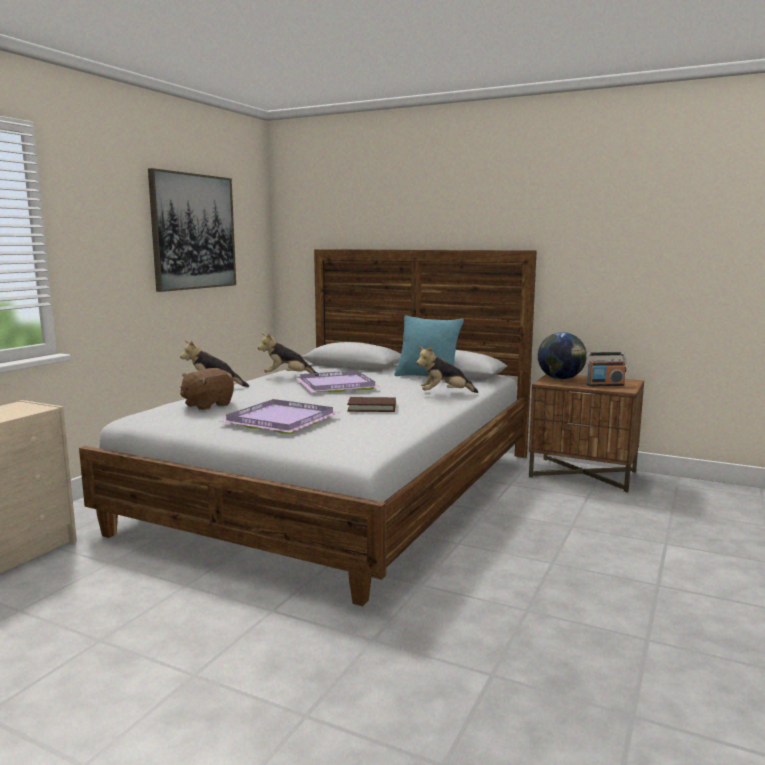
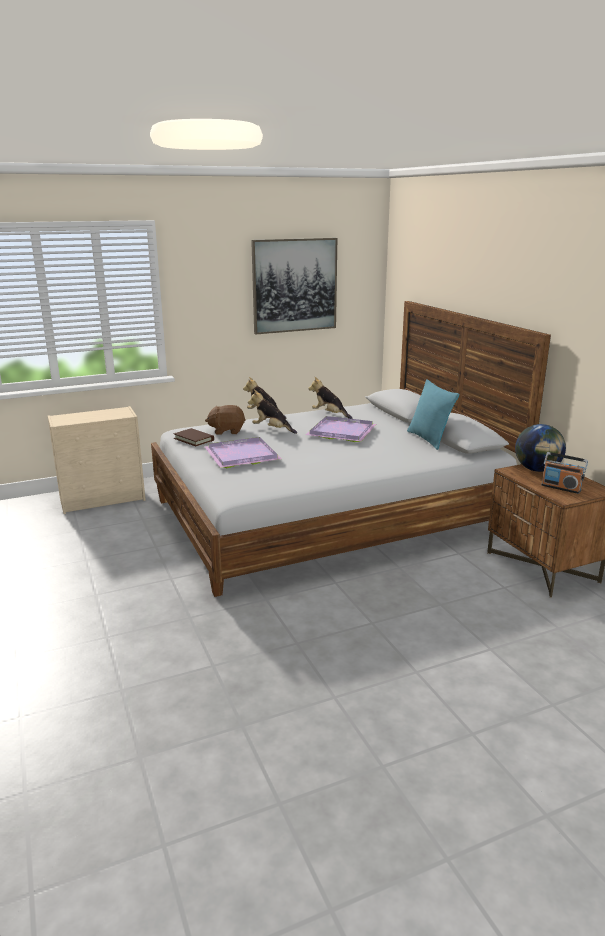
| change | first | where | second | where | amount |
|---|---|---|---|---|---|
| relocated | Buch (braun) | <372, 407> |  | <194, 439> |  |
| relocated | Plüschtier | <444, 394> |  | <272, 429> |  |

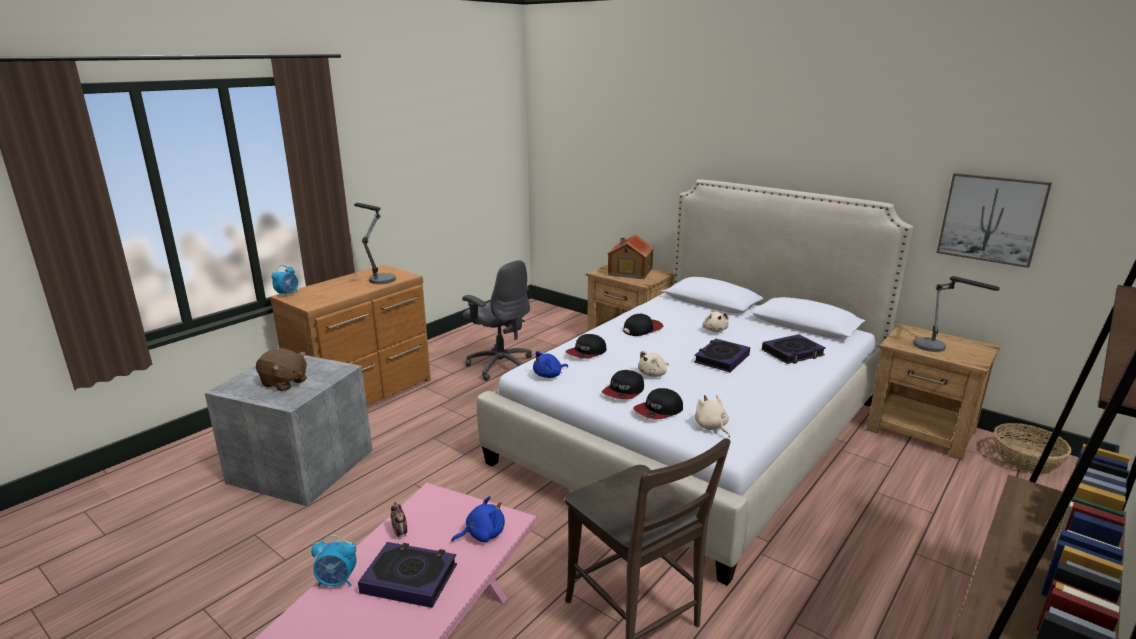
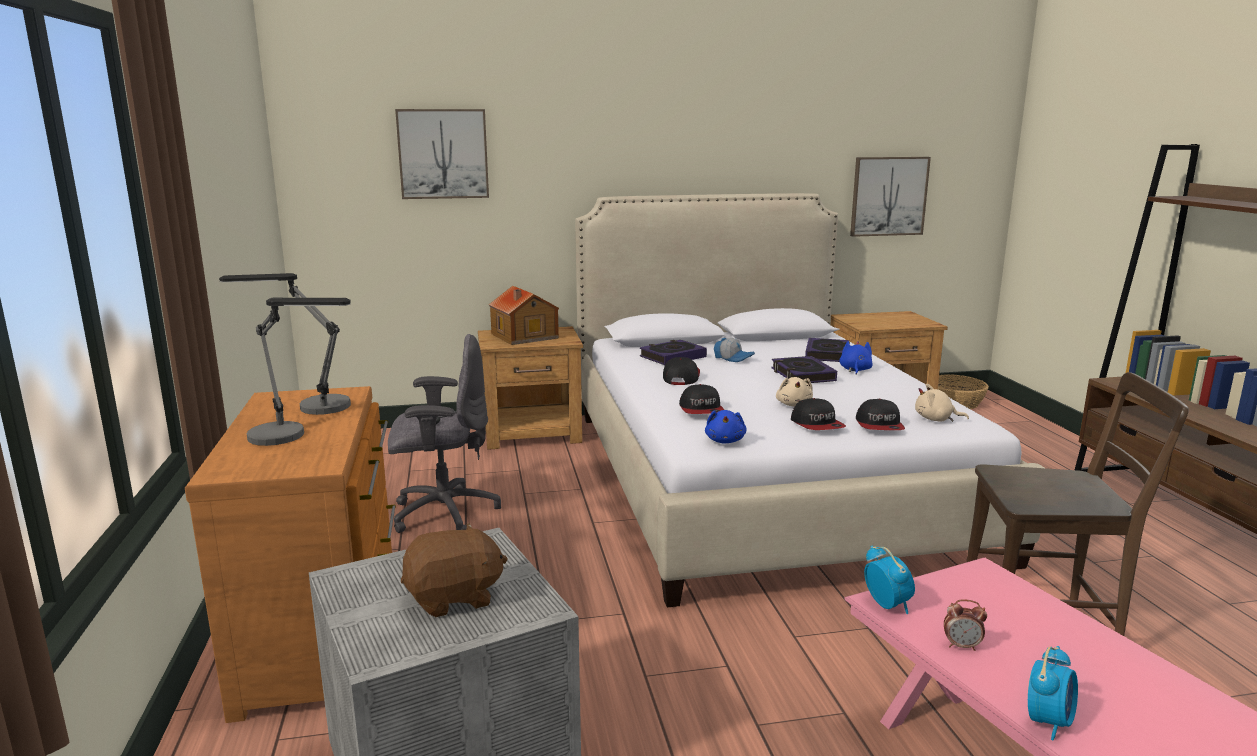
| change | first | where | second | where | amount |
|---|---|---|---|---|---|
| appeared |  |  | Bild | <443, 154> |  |
| relocated | Wecker | <287, 294> |  | <887, 605> |  |
| relocated | Buch | <409, 579> |  | <672, 357> |  |
| relocated | Plüschtier (blau) | <482, 534> |  | <855, 370> |  |
| relocated | Tischlampe | <937, 349> |  | <291, 437> |  |
| exchanged | Plüschtier (beige) | <714, 330> | Kappe | <733, 358> |  |

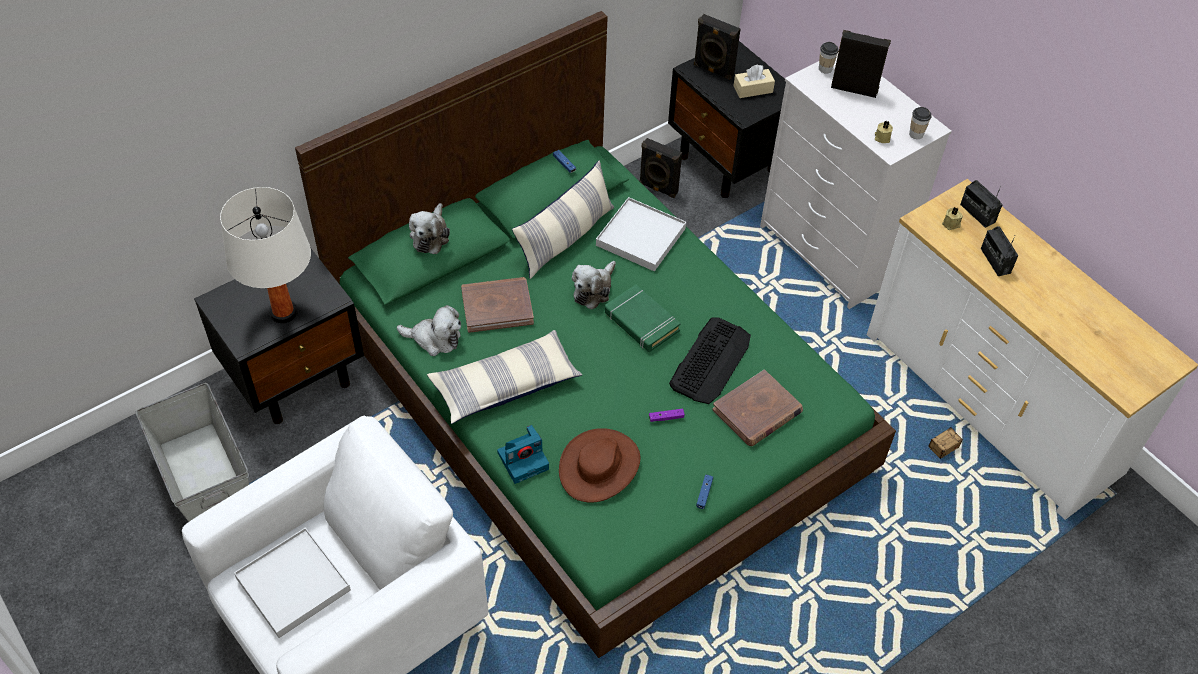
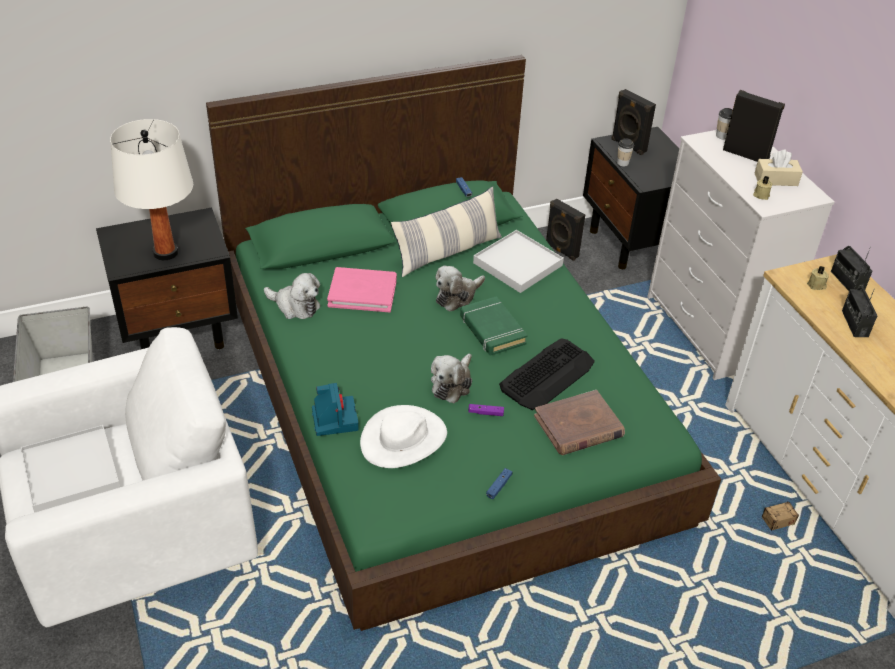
| change | first | where | second | where | amount |
|---|---|---|---|---|---|
| missing | Kissen | <505, 385> |  |  |  |
| relocated | Plüschtier | <430, 236> |  | <452, 384> |  |
| relocated | Taschentuchbox (beige) | <753, 89> |  | <776, 179> |  |
| relocated | Tasse | <916, 134> |  | <622, 163> |  |
| colour | Buch (braun) | <497, 307> | Buch (rosa) | <362, 292> |  |
| colour | Hut (braun) | <599, 466> | Hut (weiß) | <404, 439> |  |
| spun | Kamera | <524, 460> |  | <334, 418> | 90 degrees counterclockwise |

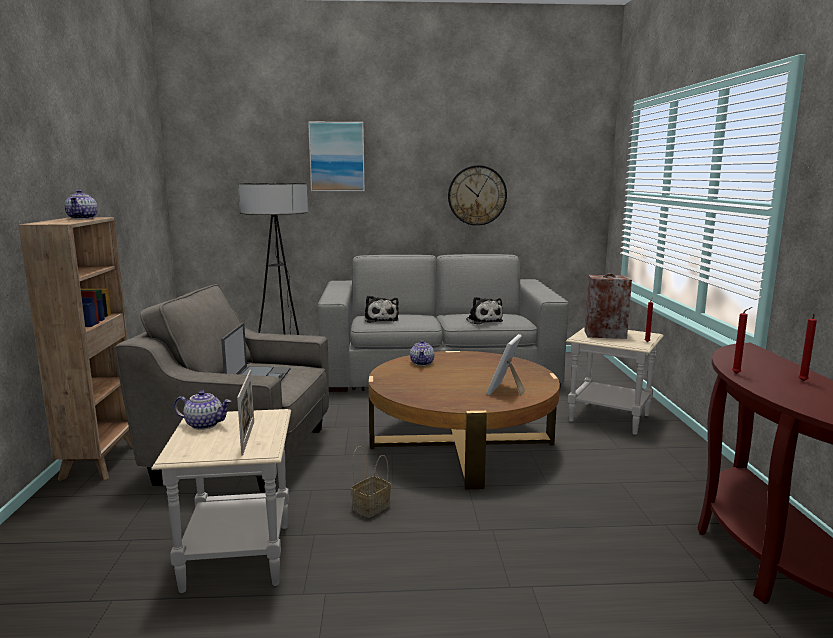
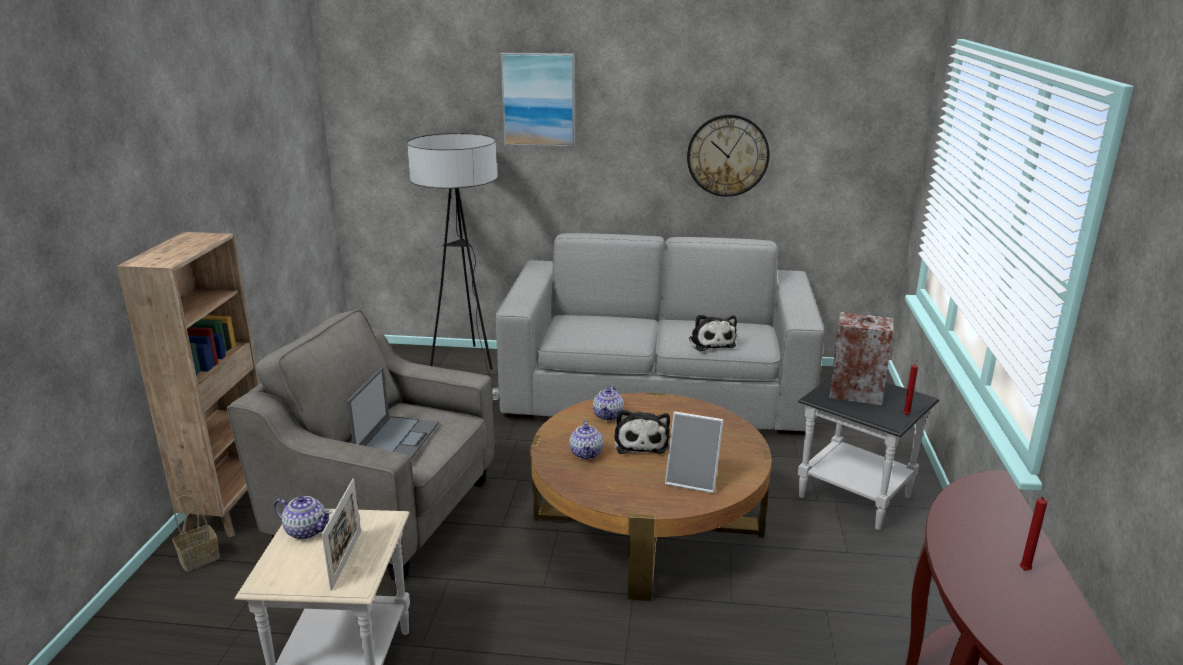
| change | first | where | second | where | amount |
|---|---|---|---|---|---|
| missing | Kerze (rot) | <737, 374> |  |  |  |
| relocated | Teekanne | <83, 218> |  | <586, 453> |  |
| relocated | Korb | <371, 507> |  | <200, 558> |  |
| relocated | Plüschtier | <381, 319> |  | <641, 442> |  |
| colour | Beistelltisch (beige) | <610, 418> | Beistelltisch (schwarz) | <855, 496> |  |
| spun | Bilderrahmen | <505, 391> |  | <693, 480> | 105 degrees counterclockwise |

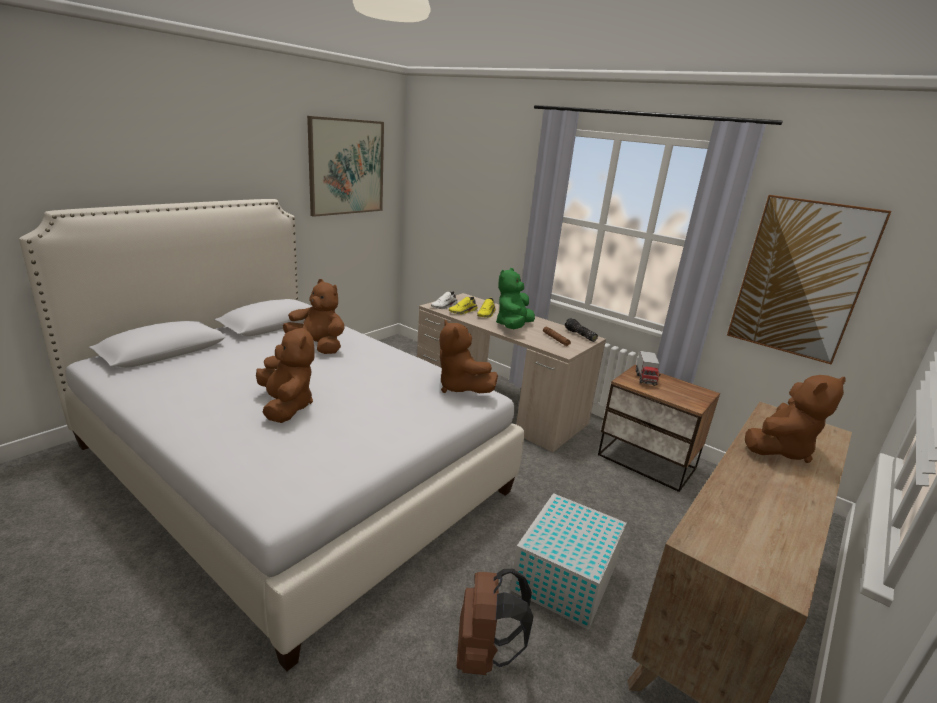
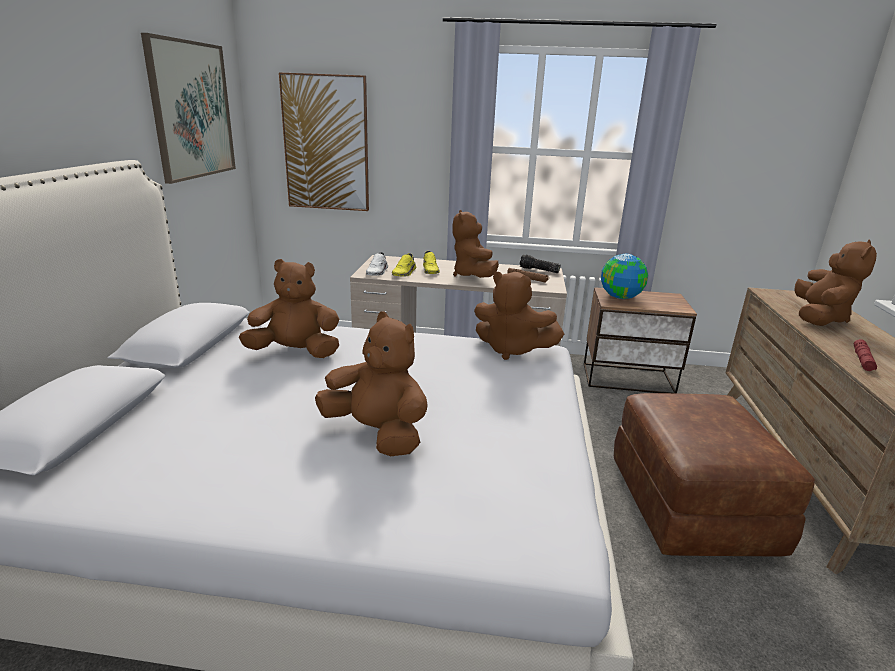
| change | first | where | second | where | amount |
|---|---|---|---|---|---|
| missing | Rucksack (braun) | <484, 653> |  |  |  |
| appeared |  |  | Taschenlampe (rot) | <862, 360> |  |
| relocated | Bild | <801, 279> |  | <326, 144> |  |
| exchanged | Aufbewahrungsbox (weiß) | <564, 578> | Polsterhocker (braun) | <692, 507> |  |
| exchanged | Spielzeuglaster | <645, 379> | Globus | <620, 297> |  |
| colour | Plüschtier (grün) | <513, 326> | Plüschtier (braun) | <473, 276> |  |

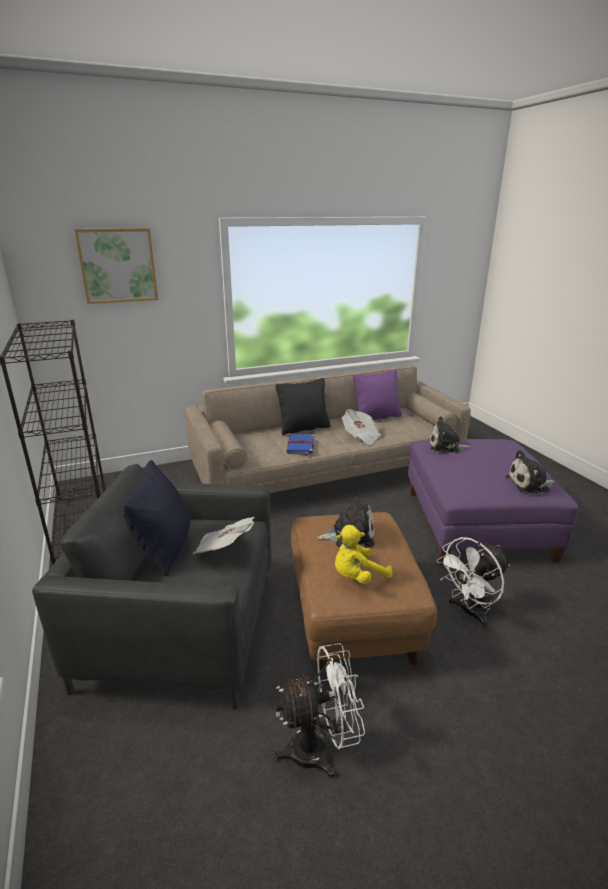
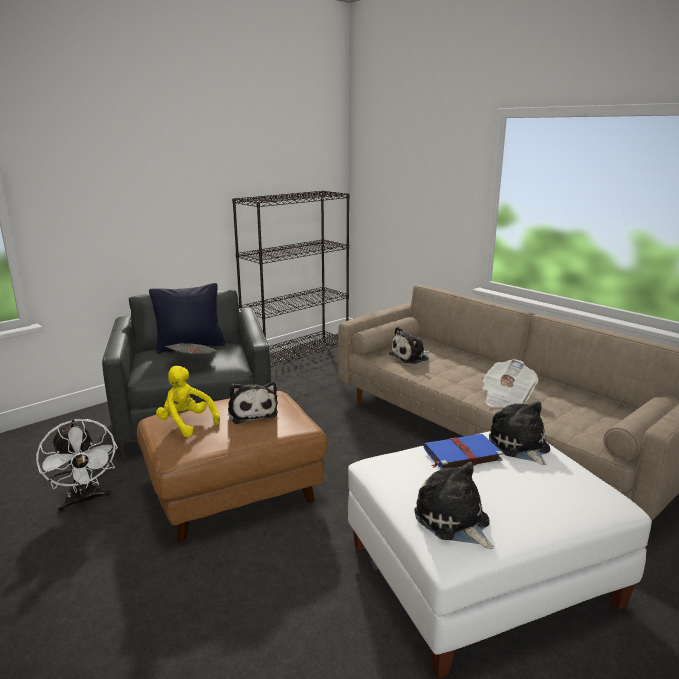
| change | first | where | second | where | amount |
|---|---|---|---|---|---|
| missing | Bild | <118, 265> |  |  |  |
| missing | Kissen (schwarz) | <303, 428> |  |  |  |
| missing | Kissen (lila) | <376, 417> |  |  |  |
| missing | Ventilator (weiß) | <469, 613> |  |  |  |
| appeared |  |  | Plüschtier | <411, 357> |  |
| relocated | Buch (blau) | <300, 446> |  | <461, 454> |  |
| colour | Polsterhocker (lila) | <476, 524> | Polsterhocker (weiß) | <481, 573> |  |

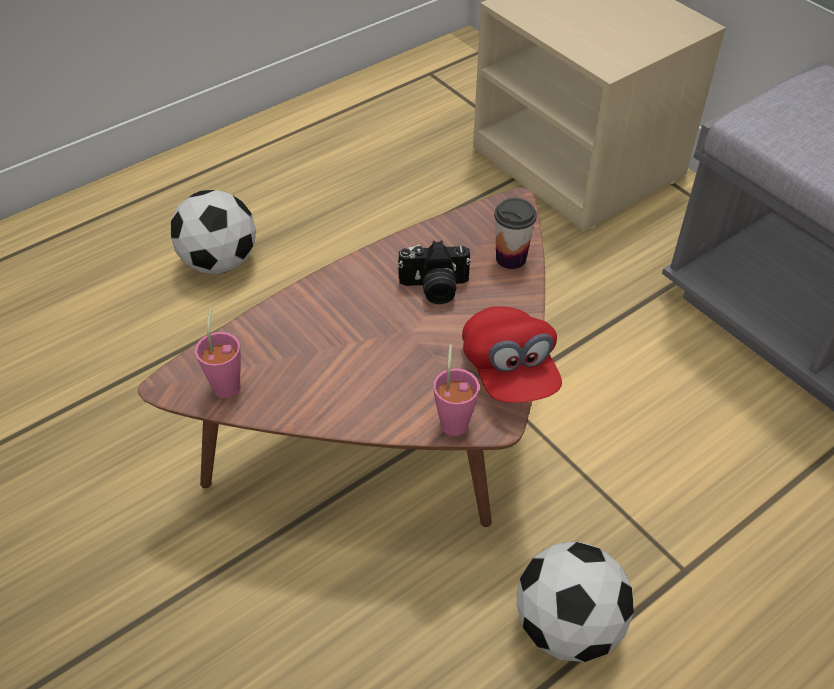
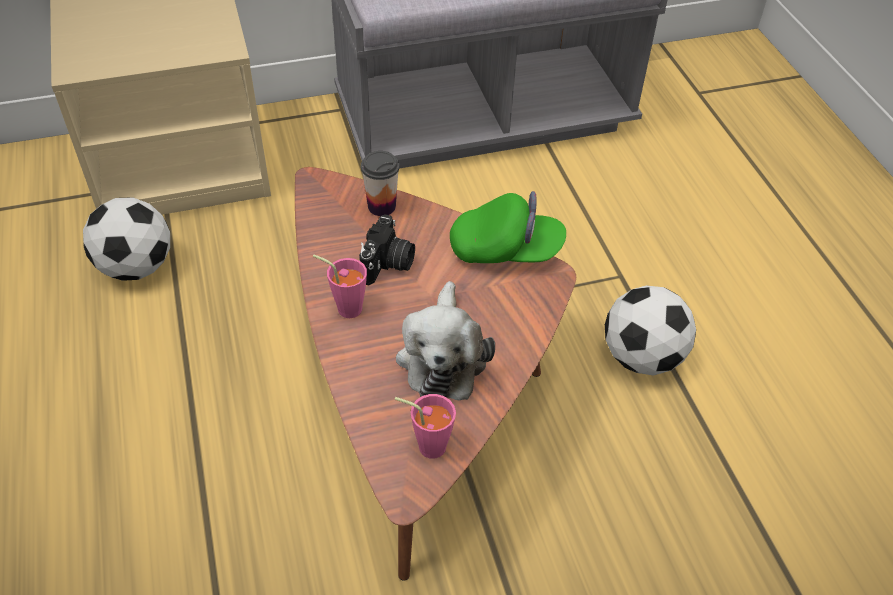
| change | first | where | second | where | amount |
|---|---|---|---|---|---|
| appeared |  |  | Plüschtier | <442, 356> |  |
| relocated | Fußball | <219, 262> |  | <136, 267> |  |
| relocated | Tasse (rosa) | <454, 419> |  | <344, 307> |  |
| colour | Kappe (rot) | <509, 371> | Kappe (grün) | <505, 250> |  |

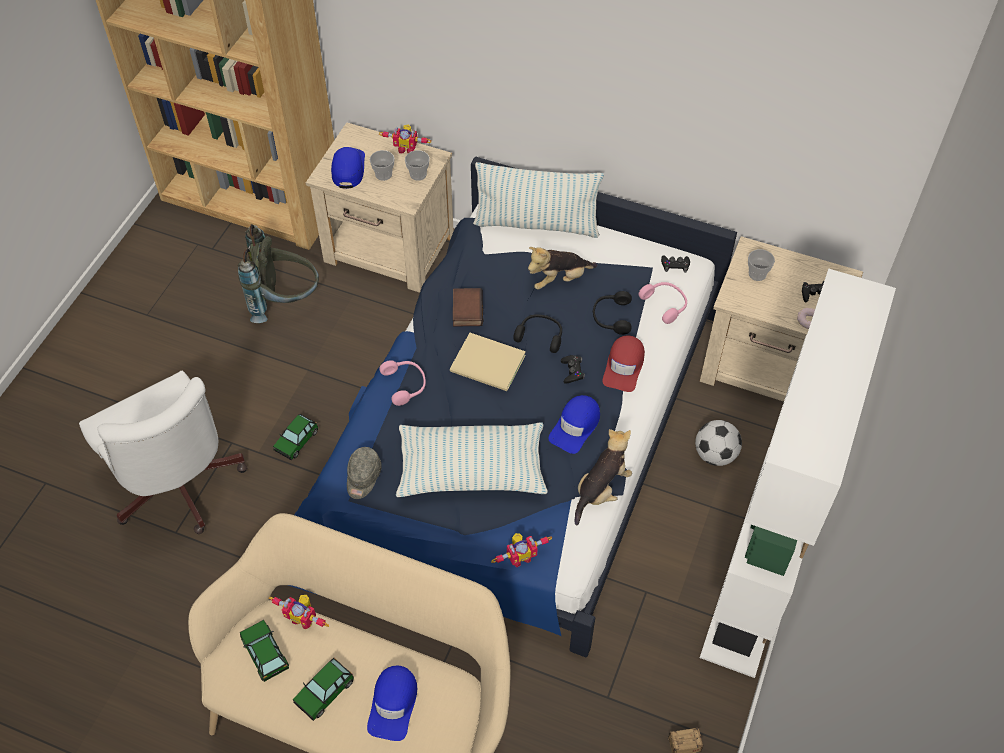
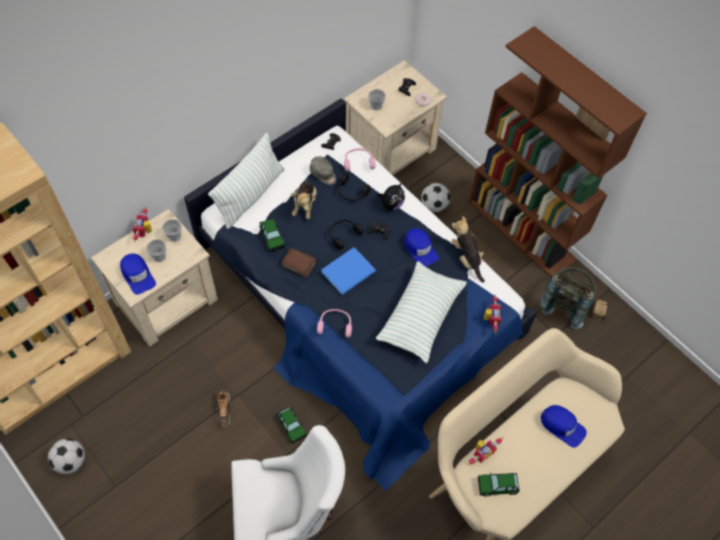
| change | first | where | second | where | amount |
|---|---|---|---|---|---|
| appeared |  |  | Fußball | <71, 461> |  |
| appeared |  |  | Schuh | <223, 410> |  |
| relocated | Rucksack (grau) | <285, 302> |  | <564, 304> |  |
| relocated | Spielzeugauto | <324, 692> |  | <272, 237> |  |
| relocated | Kappe (grau) | <363, 477> |  | <323, 174> |  |
| exchanged | Kappe (rot) | <624, 367> | Plüschtier | <391, 204> |  |
| colour | Buch (beige) | <489, 365> | Buch (blau) | <350, 272> |  |
| colour | Bücherregal (weiß) | <754, 582> | Bücherregal (braun) | <522, 230> |  |
| spun | Kappe (blau) | <348, 169> |  | <137, 275> | 150 degrees counterclockwise |
| spun | Spielzeugroboter | <407, 149> |  | <145, 232> | 150 degrees clockwise |

